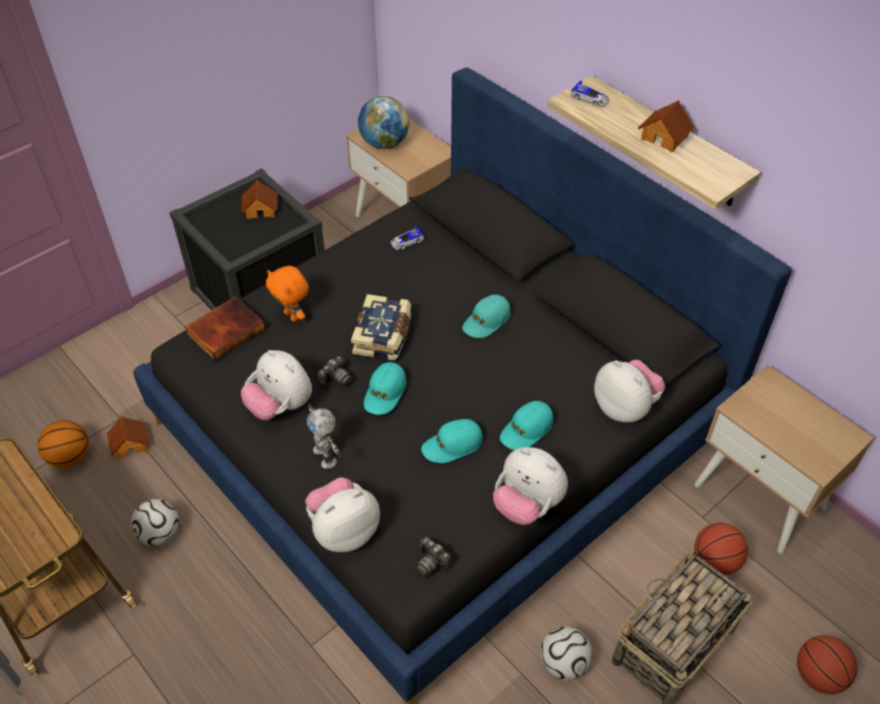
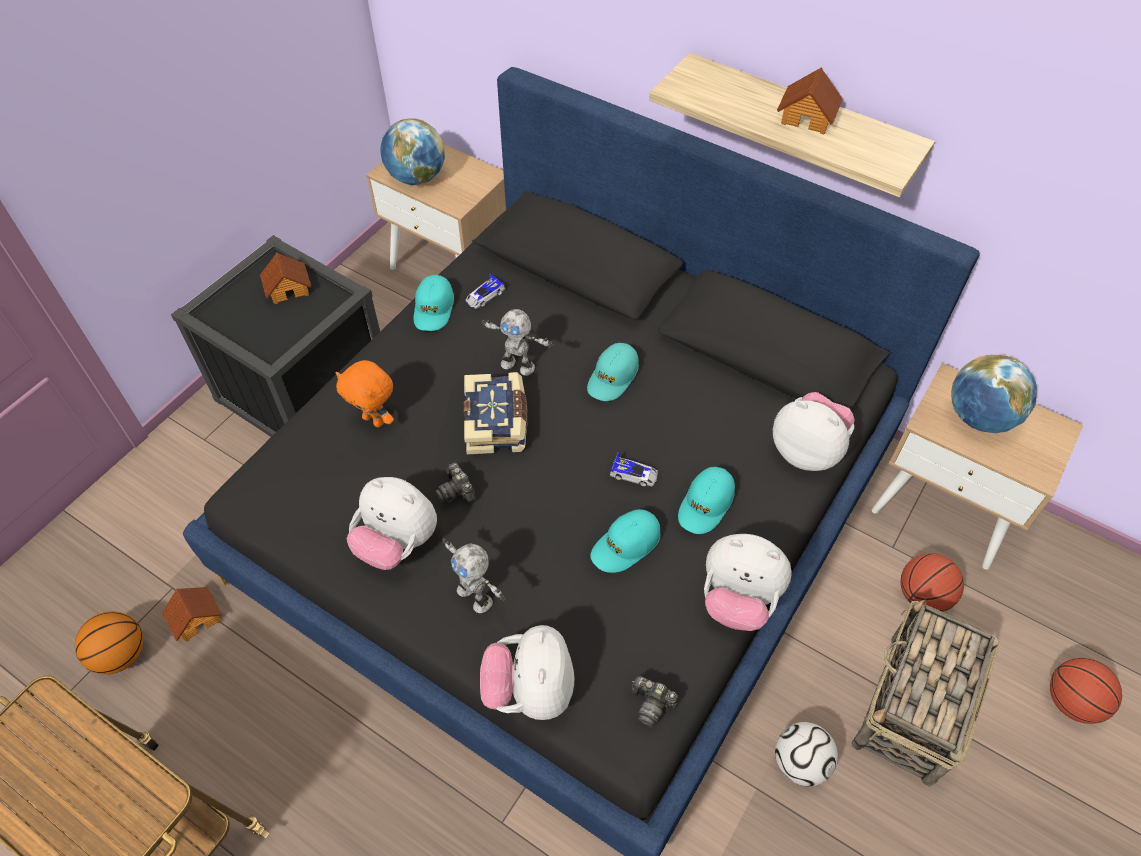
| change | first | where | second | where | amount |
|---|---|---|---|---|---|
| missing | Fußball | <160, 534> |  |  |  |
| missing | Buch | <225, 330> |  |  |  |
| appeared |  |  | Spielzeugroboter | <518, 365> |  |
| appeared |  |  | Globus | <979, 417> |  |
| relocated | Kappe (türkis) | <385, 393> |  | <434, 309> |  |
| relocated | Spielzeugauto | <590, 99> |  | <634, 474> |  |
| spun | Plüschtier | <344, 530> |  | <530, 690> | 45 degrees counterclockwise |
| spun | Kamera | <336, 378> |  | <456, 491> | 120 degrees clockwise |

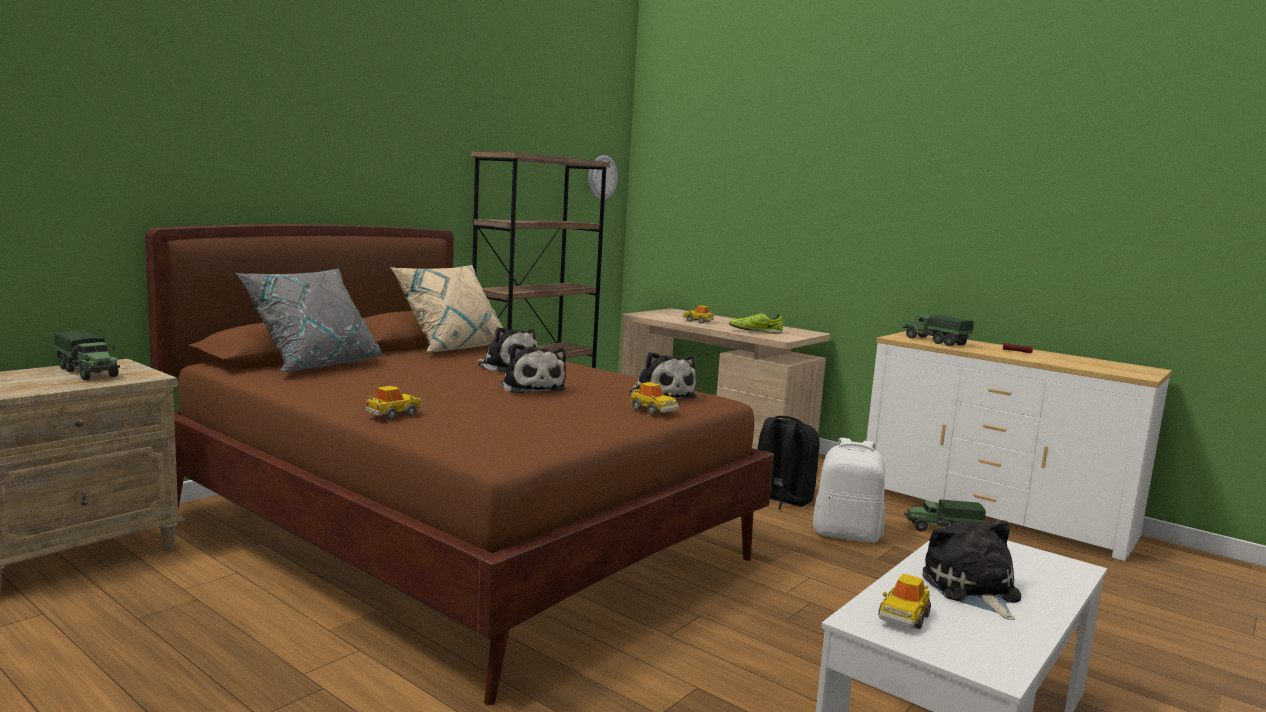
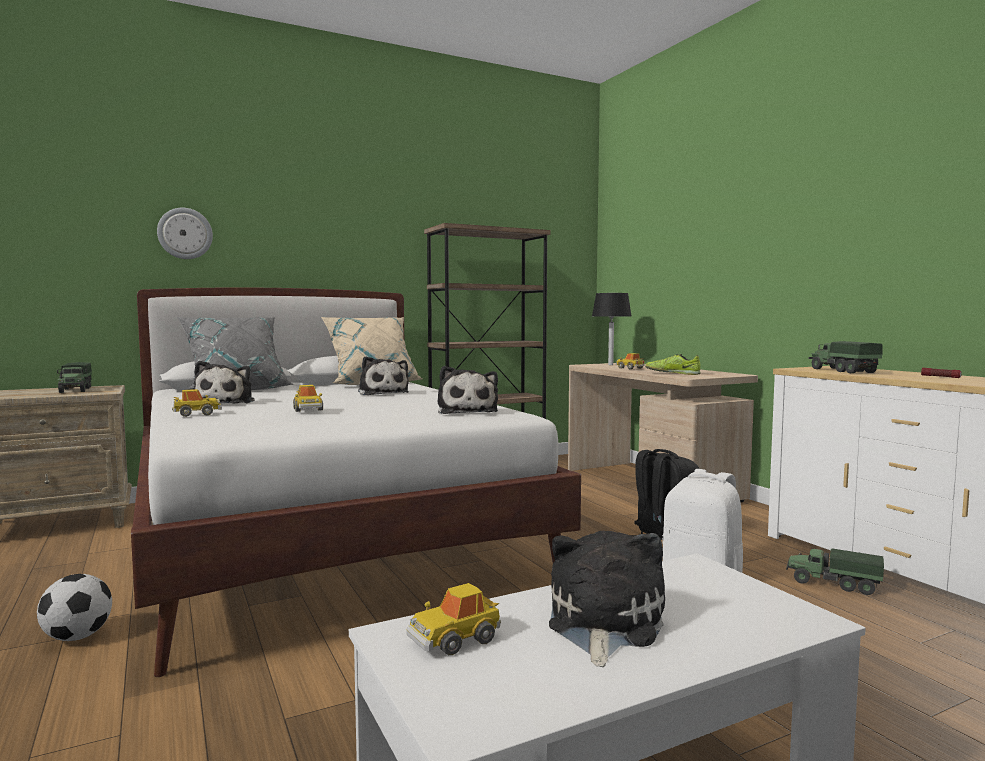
| change | first | where | second | where | amount |
|---|---|---|---|---|---|
| appeared |  |  | Fußball | <77, 637> |  |
| appeared |  |  | Tischlampe (schwarz) | <610, 365> |  |
| relocated | Plüschtier | <532, 388> |  | <227, 402> |  |
| relocated | Wanduhr | <601, 177> |  | <185, 233> |  |
| relocated | Spielzeugauto | <653, 410> |  | <308, 409> |  |
| colour | Bett (braun) | <457, 535> | Bett (weiß) | <325, 537> |  |

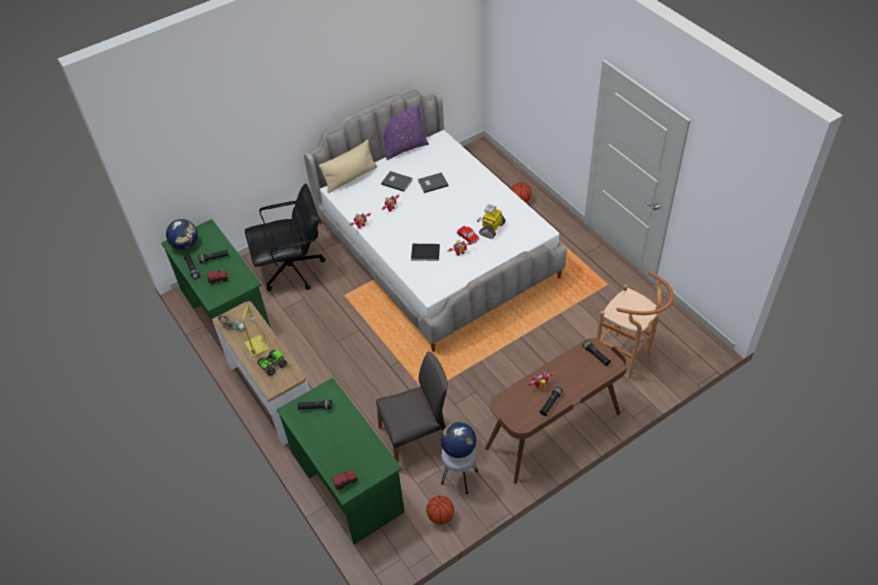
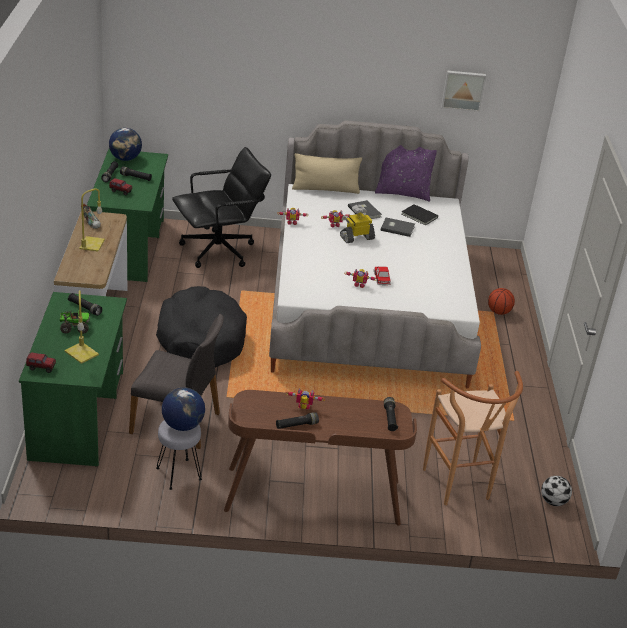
| change | first | where | second | where | amount |
|---|---|---|---|---|---|
| missing | Basketball | <440, 516> |  |  |  |
| appeared |  |  | Tischlampe (gelb) | <80, 352> |  |
| appeared |  |  | Hundebett (schwarz) | <201, 340> |  |
| appeared |  |  | Bild | <463, 90> |  |
| appeared |  |  | Fußball | <553, 502> |  |
| relocated | Spielzeuglaster | <272, 365> |  | <74, 326> |  |
| relocated | Buch (schwarz) | <426, 253> |  | <419, 216> |  |
| relocated | Spielzeugroboter | <491, 228> |  | <356, 237> |  |
| spun | Bürostuhl (schwarz) | <293, 270> |  | <219, 251> | 45 degrees counterclockwise |

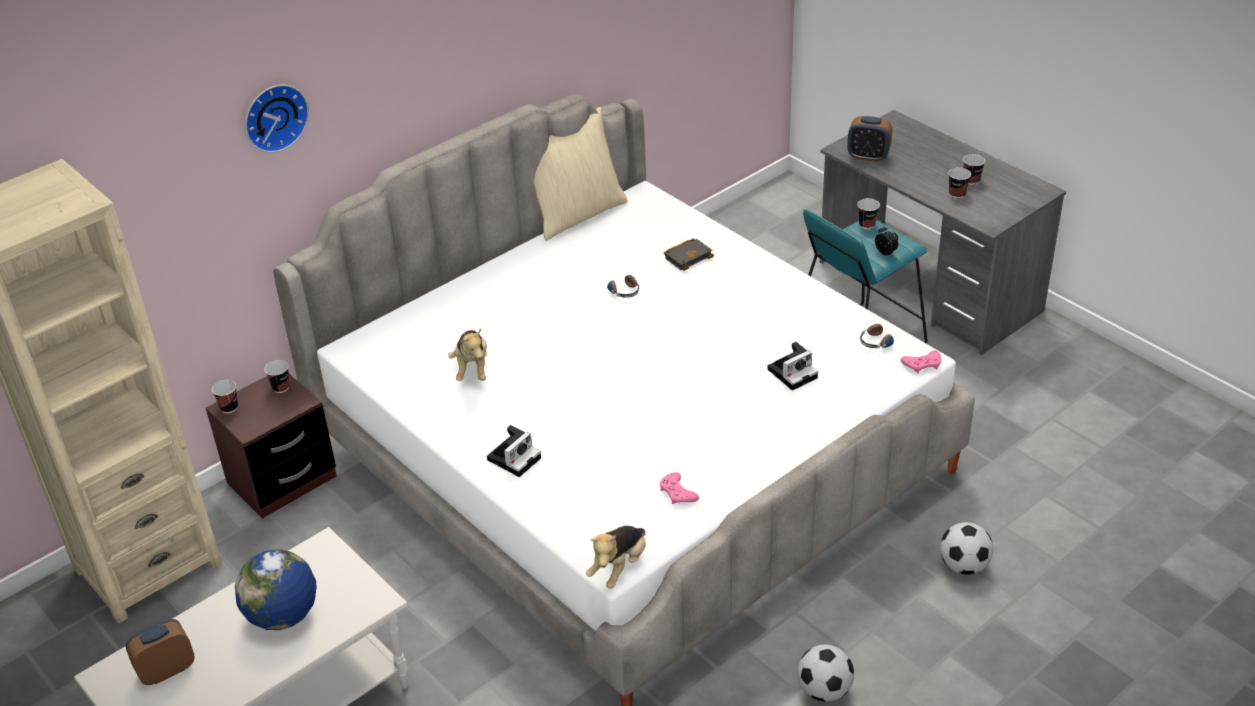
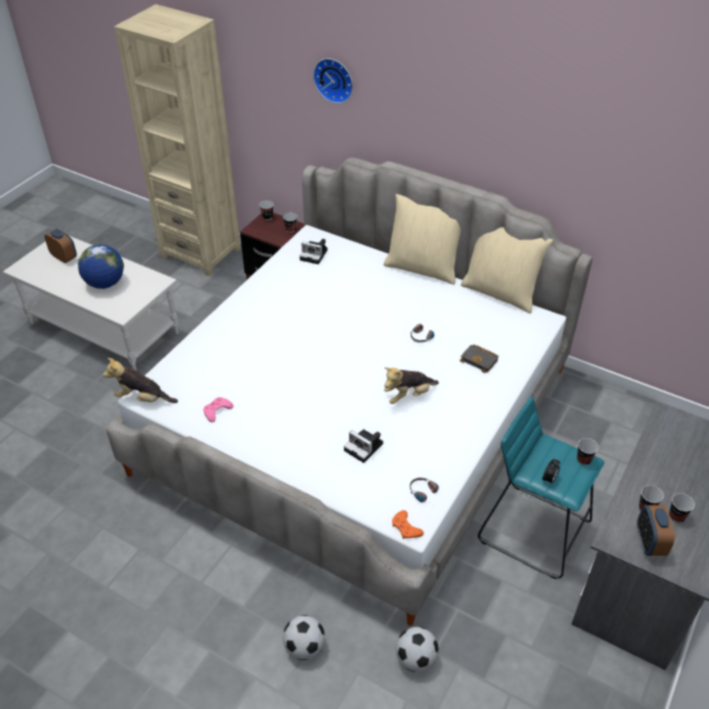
| change | first | where | second | where | amount |
|---|---|---|---|---|---|
| appeared |  |  | Kissen (beige) | <422, 268> |  |
| relocated | Plüschtier | <472, 368> |  | <408, 395> |  |
| relocated | Kamera | <515, 457> |  | <315, 255> |  |
| relocated | Fußball | <824, 690> |  | <416, 659> |  |
| relocated | Wecker | <868, 156> |  | <649, 543> |  |
| colour | Gamepad (rosa) | <922, 364> | Gamepad (orange) | <406, 528> |  |

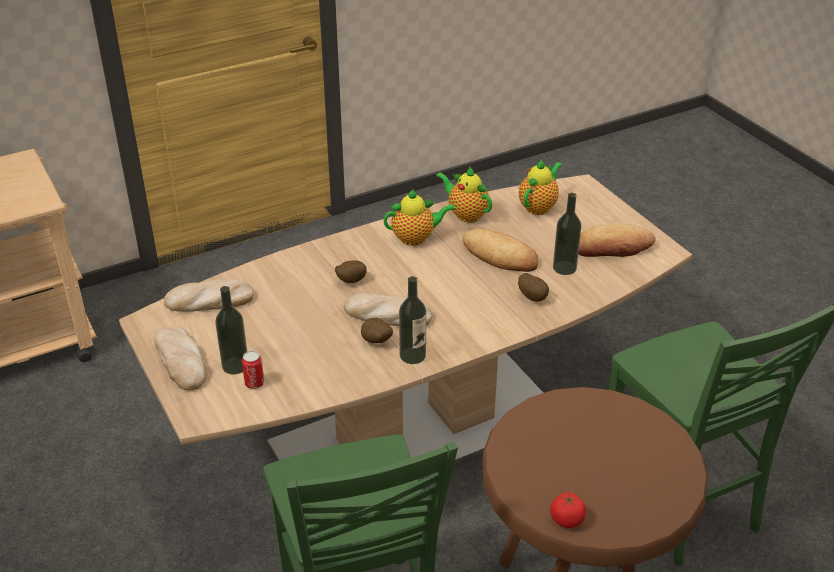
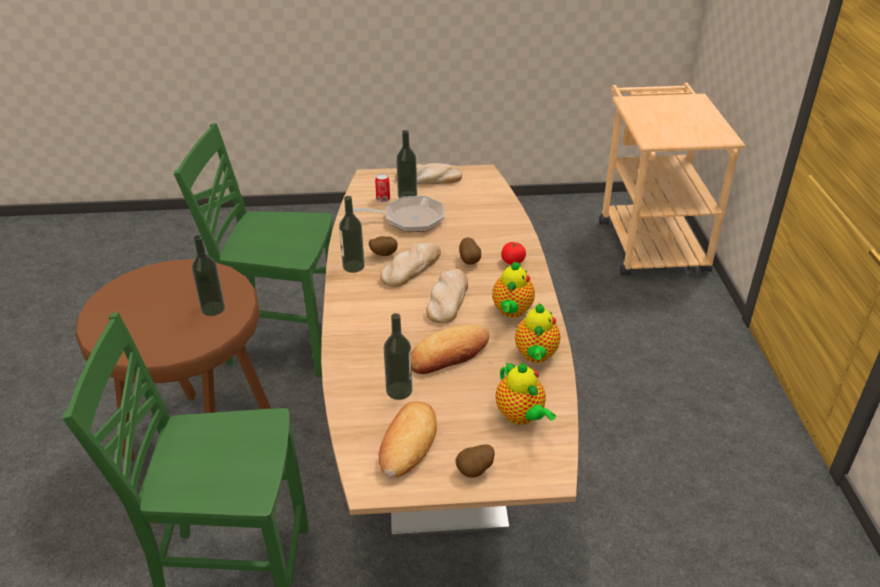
| change | first | where | second | where | amount |
|---|---|---|---|---|---|
| appeared |  |  | Flasche | <213, 308> |  |
| appeared |  |  | Pfanne | <408, 219> |  |
| relocated | Brot | <209, 301> |  | <447, 298> |  |
| relocated | Kartoffel | <533, 297> |  | <475, 471> |  |
| relocated | Tomate | <567, 519> |  | <513, 261> |  |
| spun | Teekanne | <466, 214> |  | <535, 356> | 120 degrees clockwise |

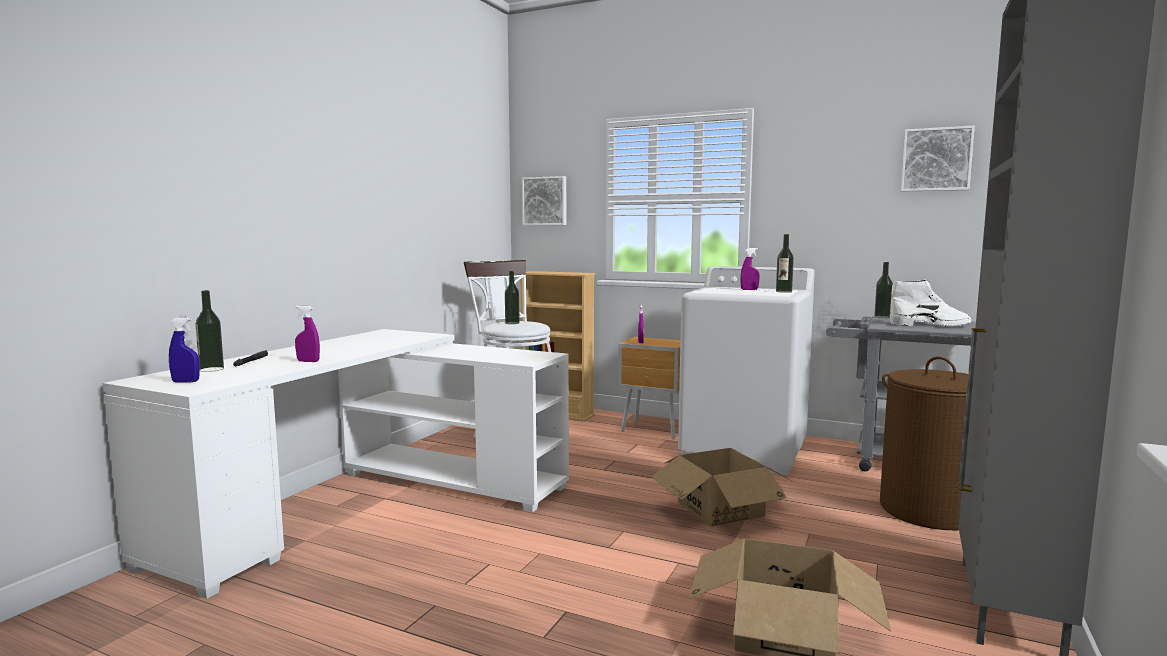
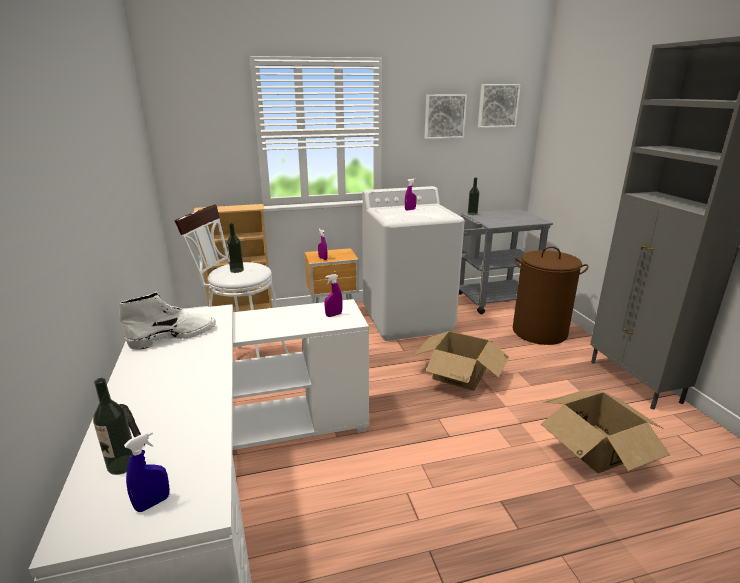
| change | first | where | second | where | amount |
|---|---|---|---|---|---|
| missing | Flasche | <783, 291> |  |  |  |
| relocated | Sprühflasche (lila) | <308, 361> |  | <333, 315> |  |
| relocated | Bild | <545, 201> |  | <444, 116> |  |
| relocated | Stiefel (weiß) | <930, 325> |  | <174, 336> |  |

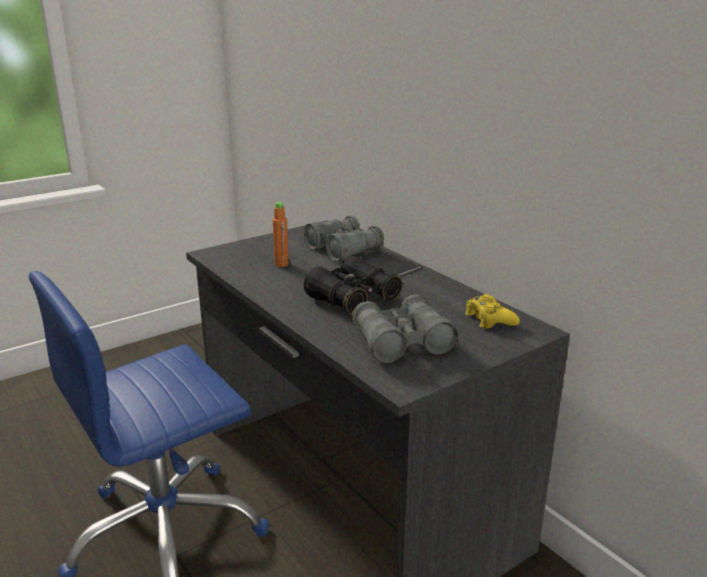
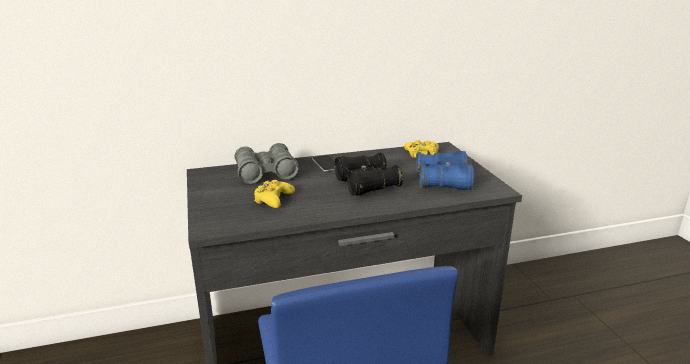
| change | first | where | second | where | amount |
|---|---|---|---|---|---|
| exchanged | Flasche (orange) | <281, 264> | Gamepad (gelb) | <273, 199> |  |
| colour | Fernglas (grau) | <402, 342> | Fernglas (blau) | <443, 181> |  |

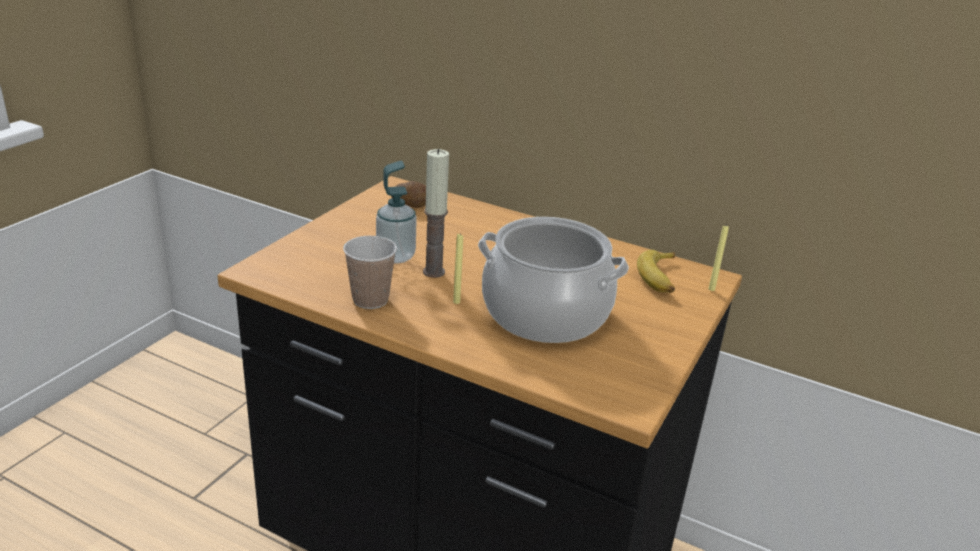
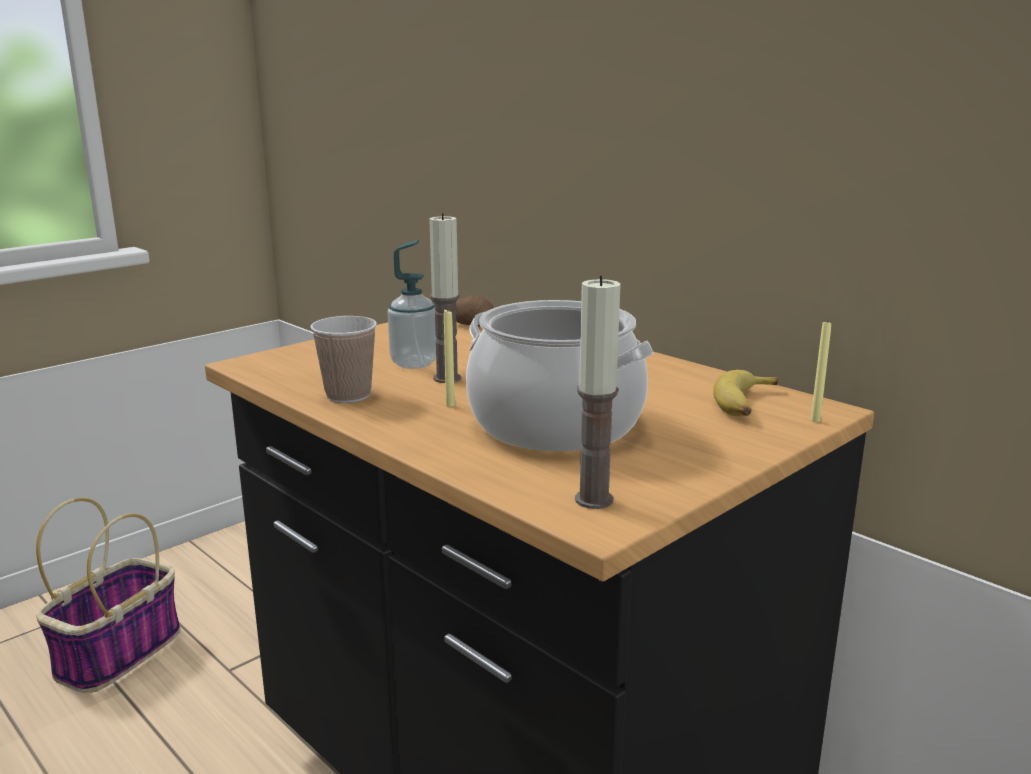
| change | first | where | second | where | amount |
|---|---|---|---|---|---|
| appeared |  |  | Korb | <119, 652> |  |
| appeared |  |  | Kerze | <593, 500> |  |

